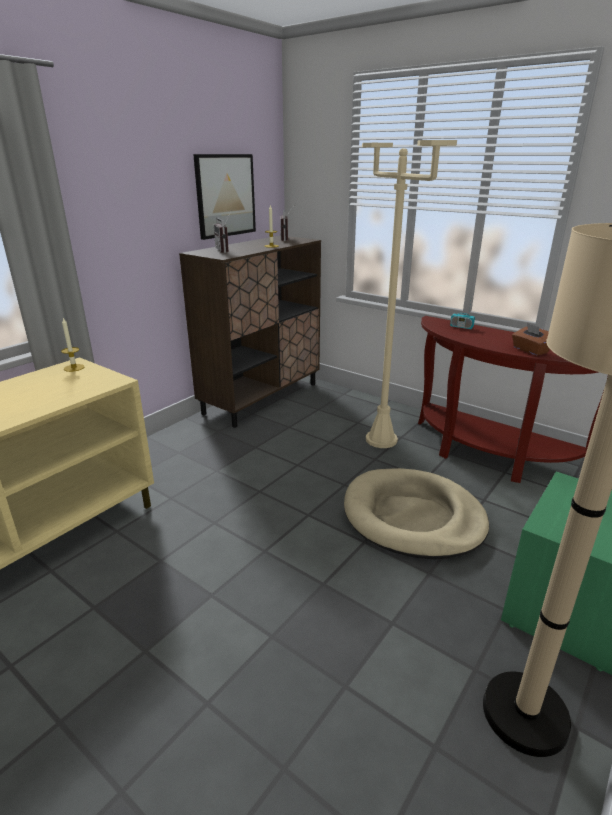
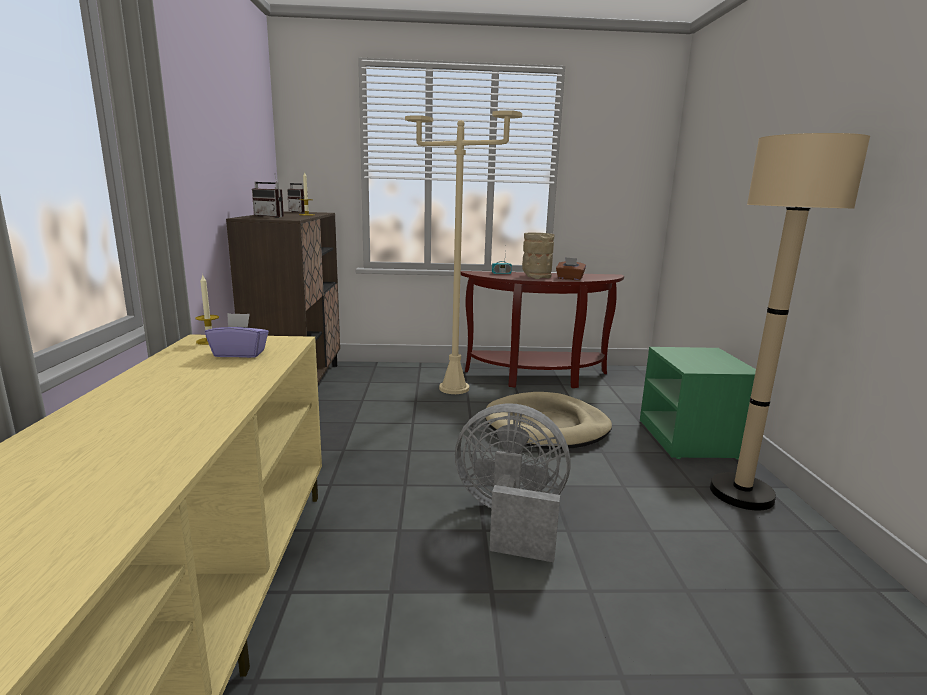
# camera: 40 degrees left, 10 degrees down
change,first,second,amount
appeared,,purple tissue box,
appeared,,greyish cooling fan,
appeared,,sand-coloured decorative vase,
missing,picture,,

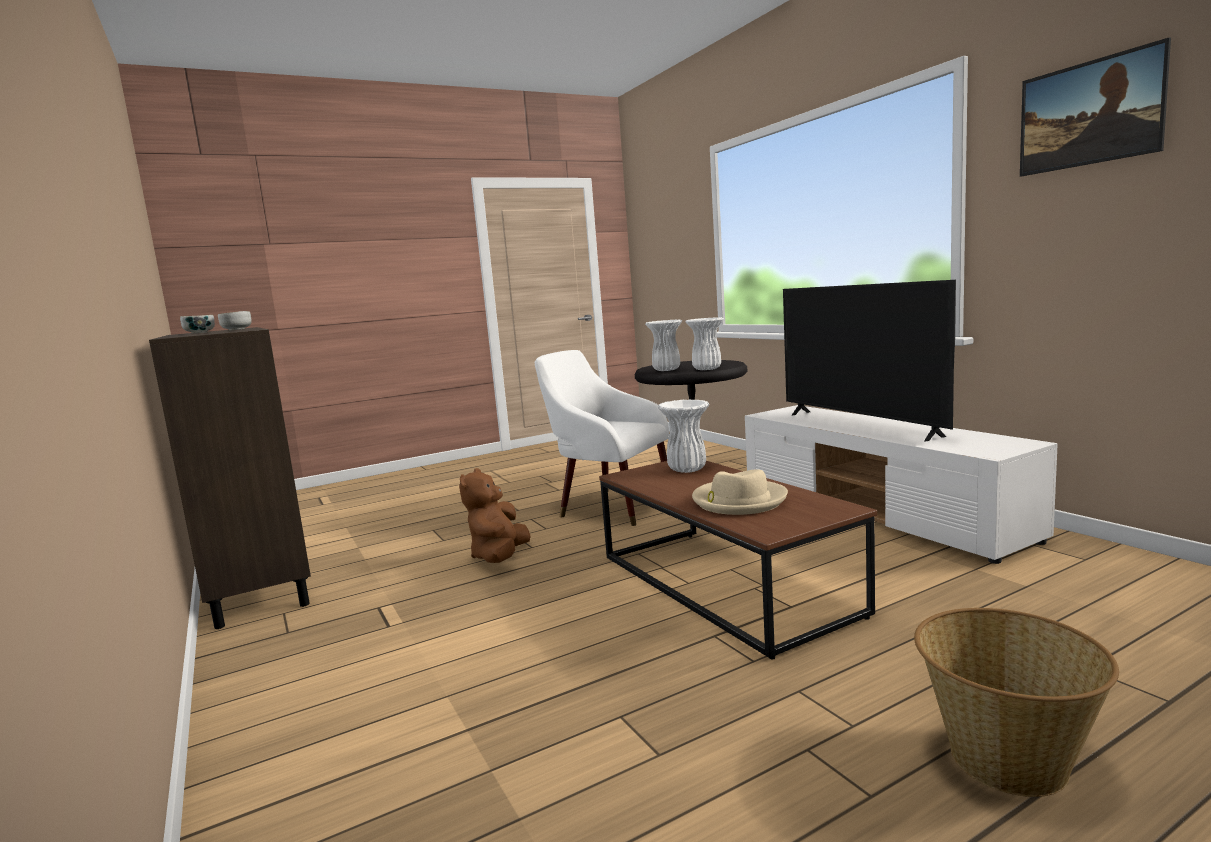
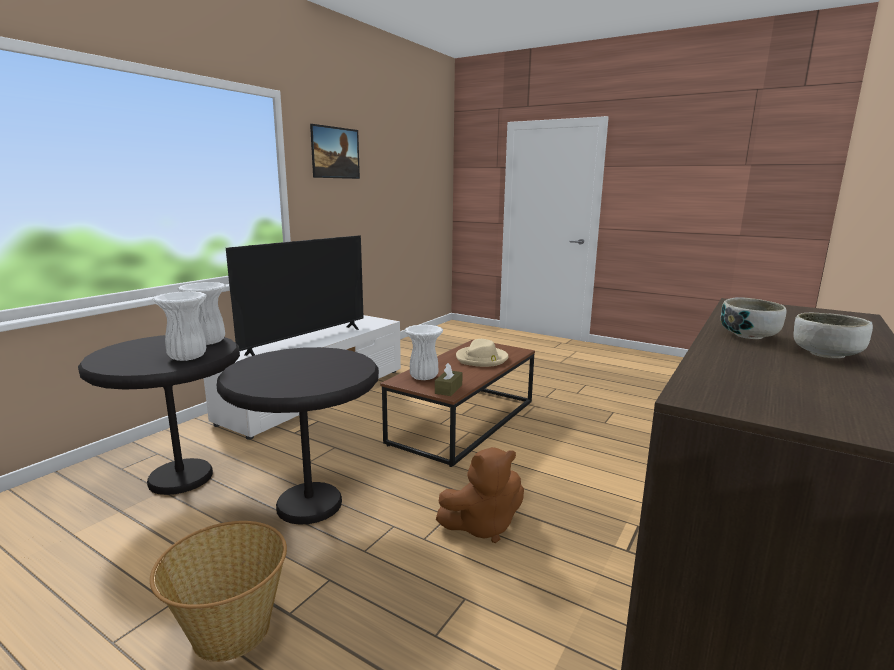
# camera: 120 degrees left, 5 degrees up
change,first,second,amount
relocated,household basket,,
exchanged,whitish lounge chair,black accent table (no. 2 from left),
appeared,,brown tissue box,

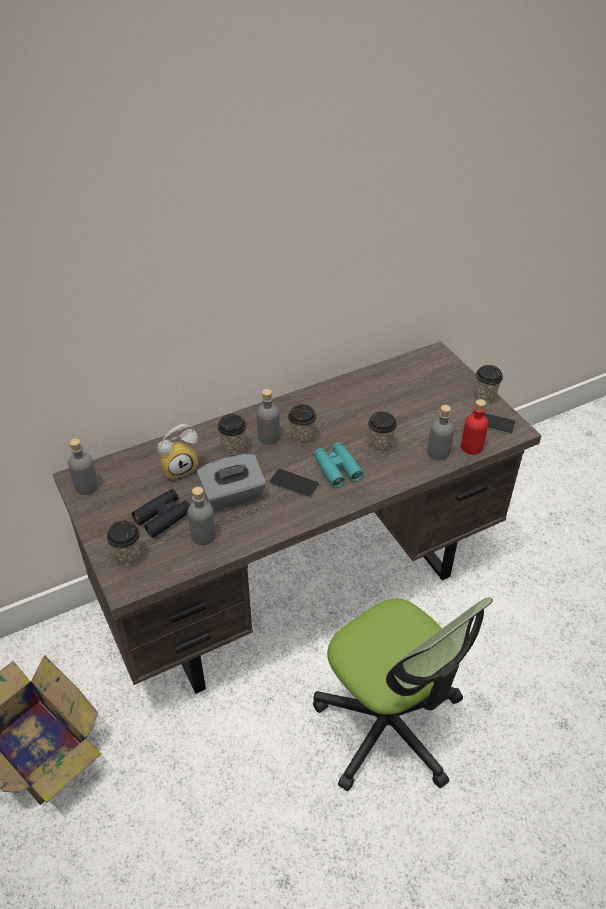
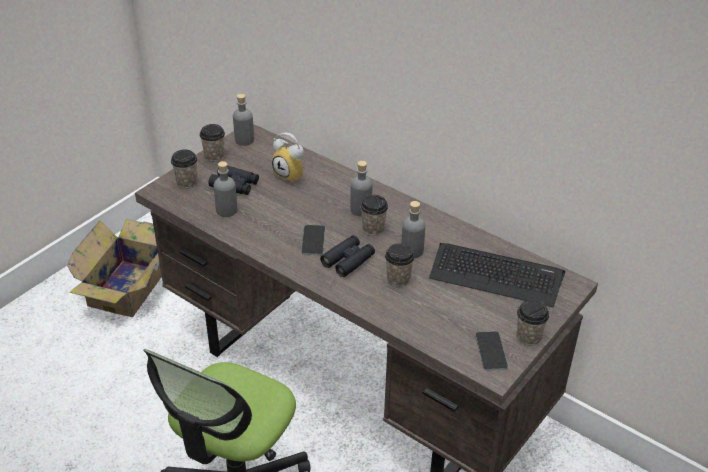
# camera: 65 degrees right, 5 degrees down
change,first,second,amount
relocated,cup (no. 2 from left),,
colour,blue-green binoculars,black binoculars (no. 2 from left),
relocated,greyish bottle (no. 4 from left),,
appeared,,computer keyboard,
missing,greyish tissue box,,
missing,red bottle,,

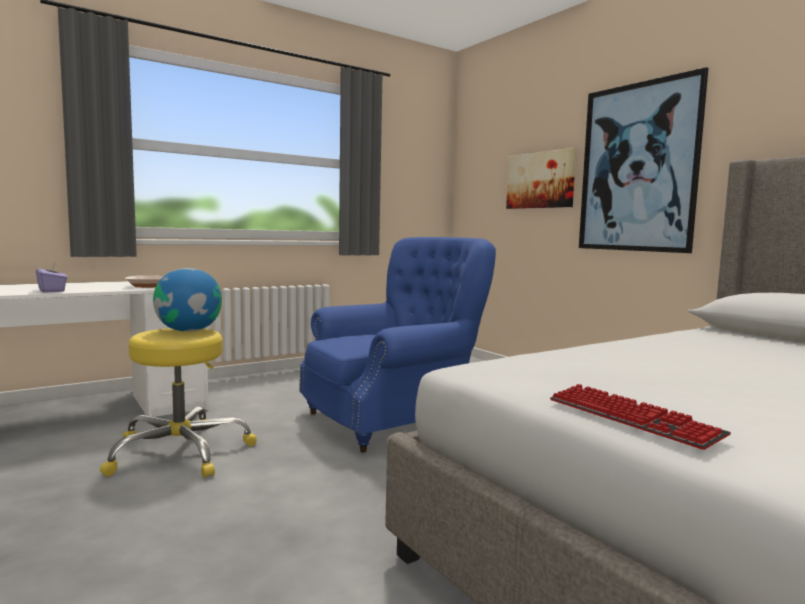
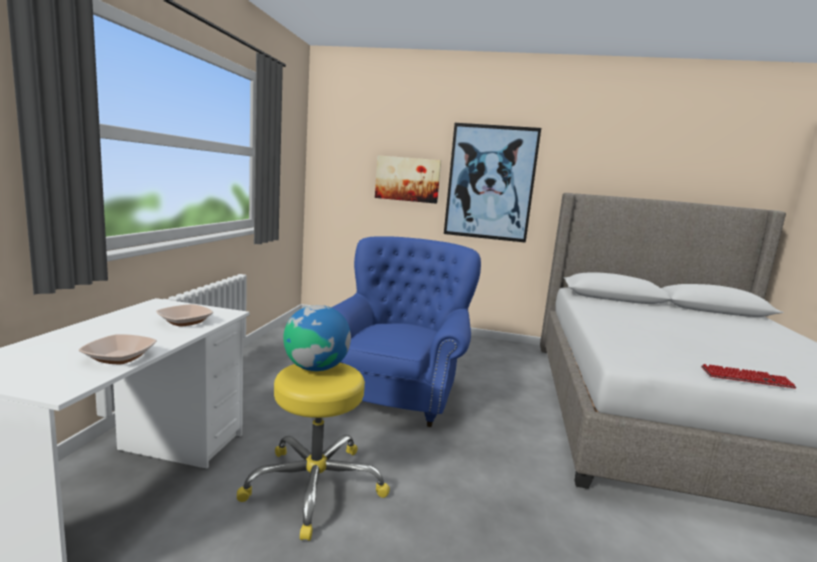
# camera: 45 degrees left, 5 degrees up
change,first,second,amount
exchanged,purple tissue box,serving bowl (no. 1 from left),

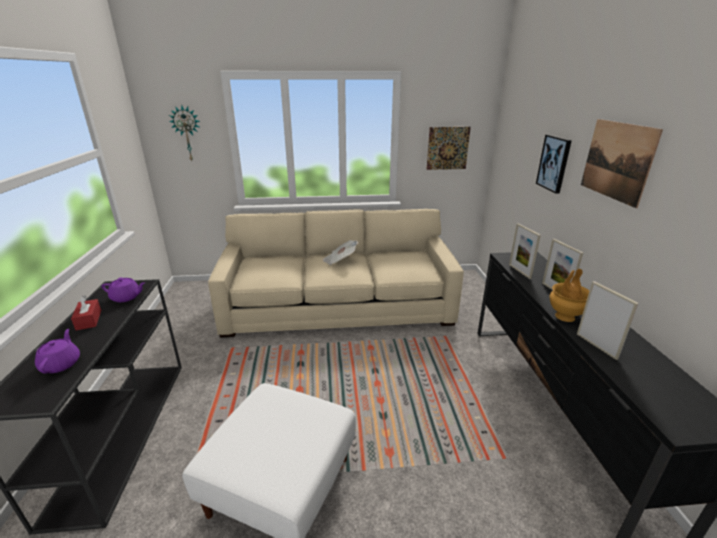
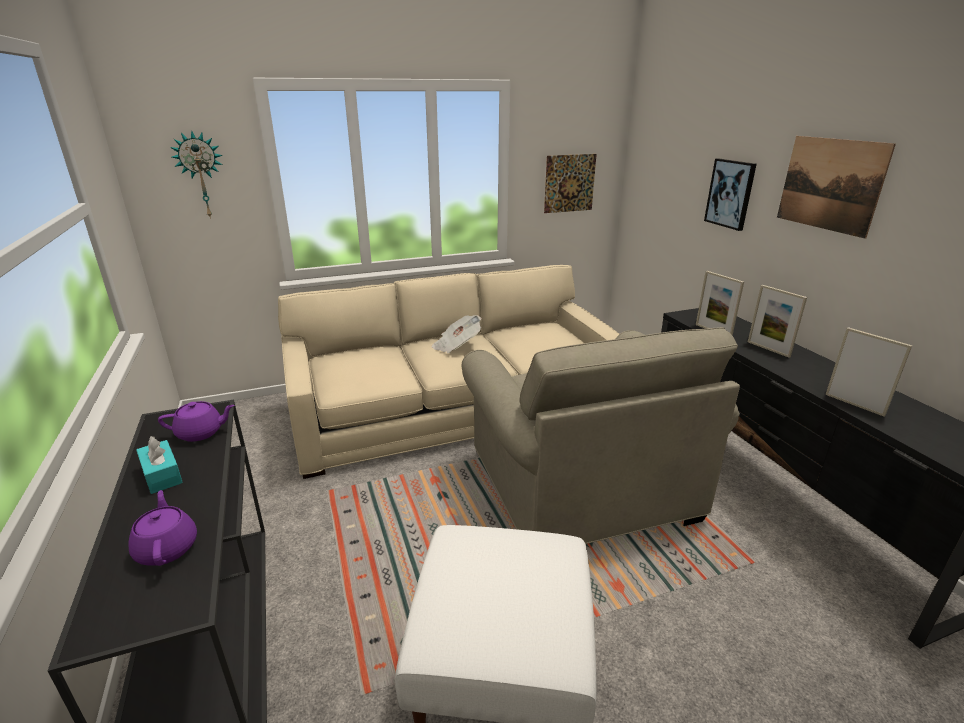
# camera: 15 degrees left, 0 degrees up
change,first,second,amount
colour,red tissue box,blue-green tissue box,
appeared,,sand-coloured lounge chair,
missing,brown decorative vase,,

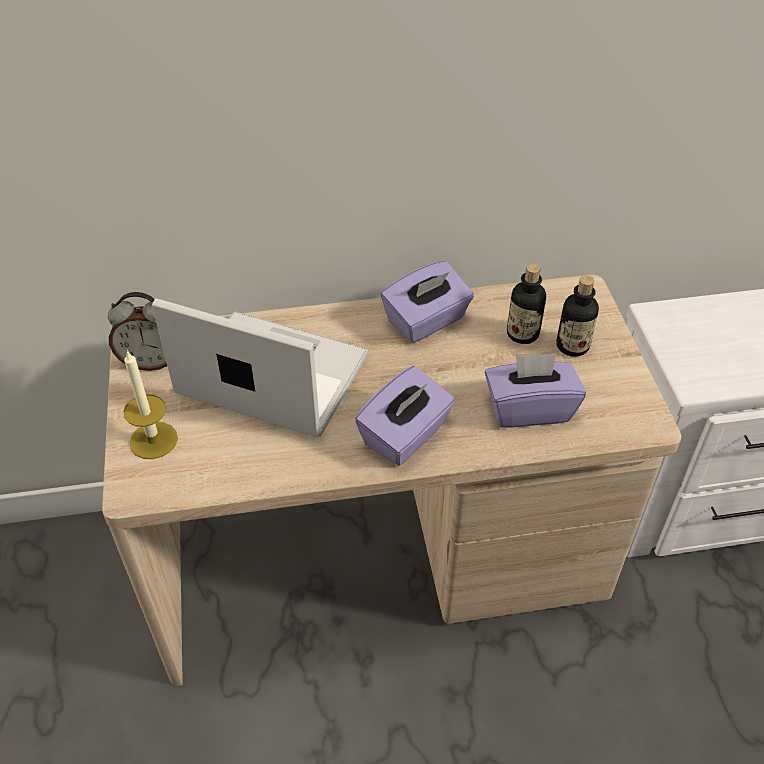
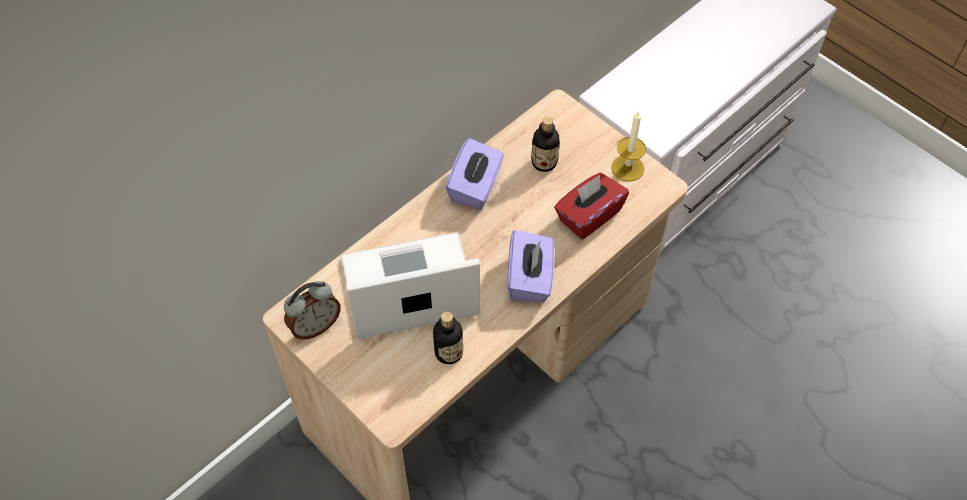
# camera: 35 degrees left, 10 degrees up
change,first,second,amount
relocated,bottle (no. 2 from left in the first image),bottle (no. 1 from left),
colour,purple tissue box (no. 3 from left),red tissue box,
relocated,wax candle,,

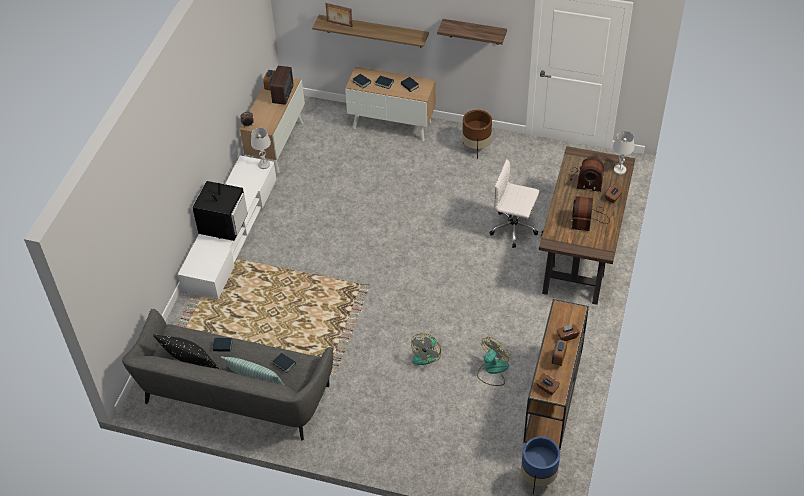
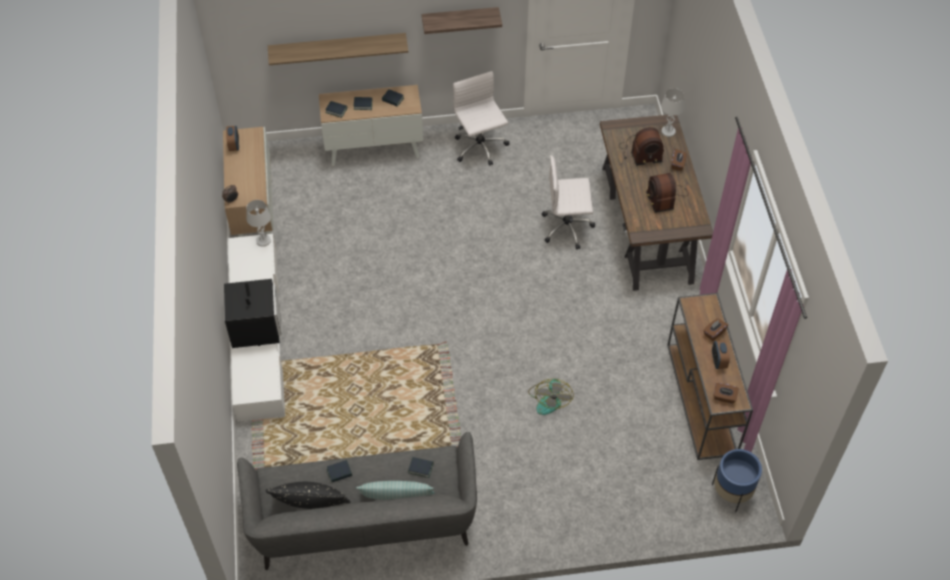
# camera: 25 degrees left, 5 degrees up
change,first,second,amount
exchanged,brown flower pot,whitish computer chair (no. 1 from left),
missing,radio (no. 1 from left),,
missing,picture frame,,
missing,cooling fan (no. 2 from left),,

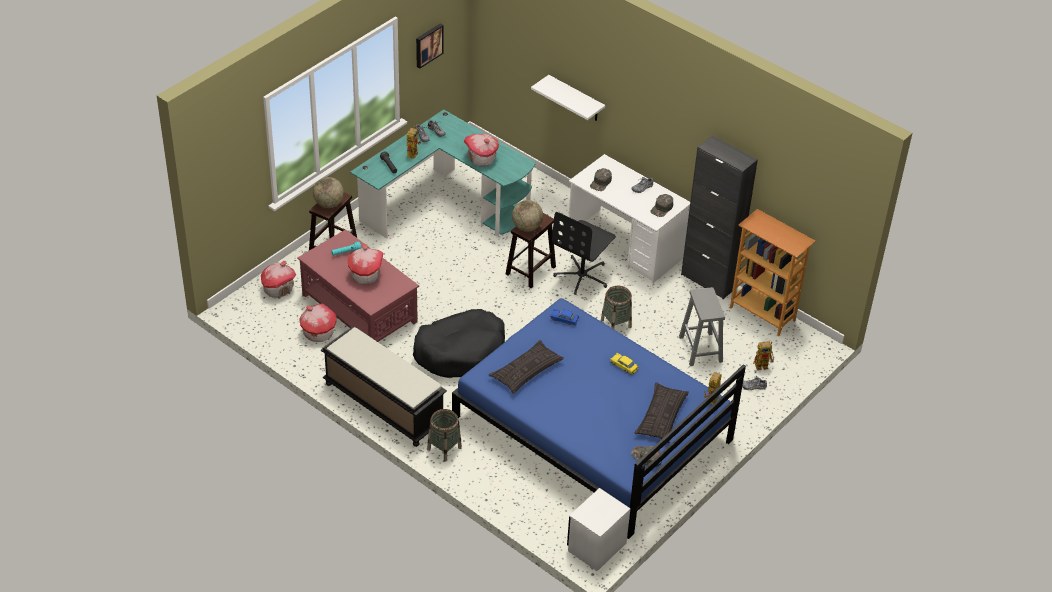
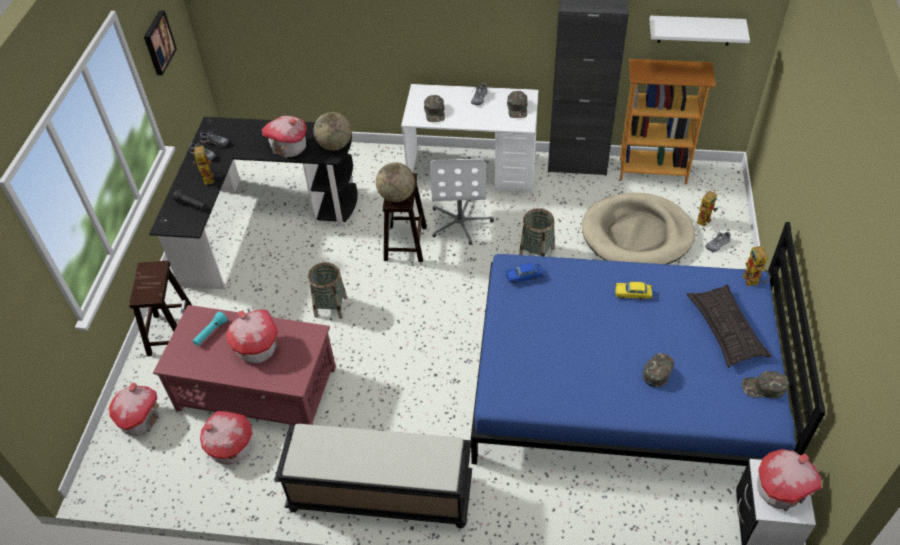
# camera: 30 degrees left, 5 degrees up
change,first,second,amount
colour,blue-green desk table,black desk table,
relocated,household basket (no. 1 from left),,
relocated,globe (no. 1 from left),,
colour,black computer chair,whitish computer chair,
exchanged,greyish sitting stool,sand-coloured dog bed,
appeared,,green cap (no. 3 from left),
relocated,whitish shelf,,
appeared,,toy house (no. 5 from left),
missing,black dog bed,,
missing,pillow (no. 1 from left),,

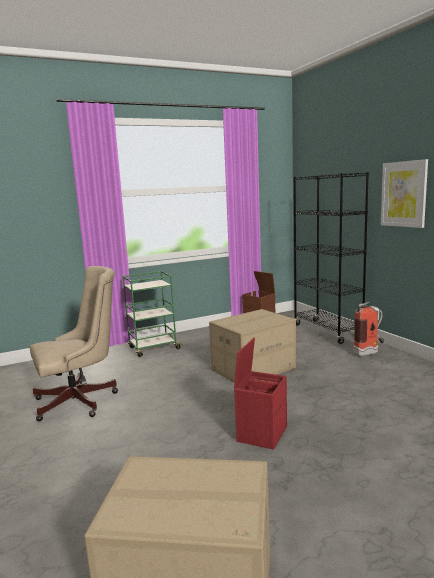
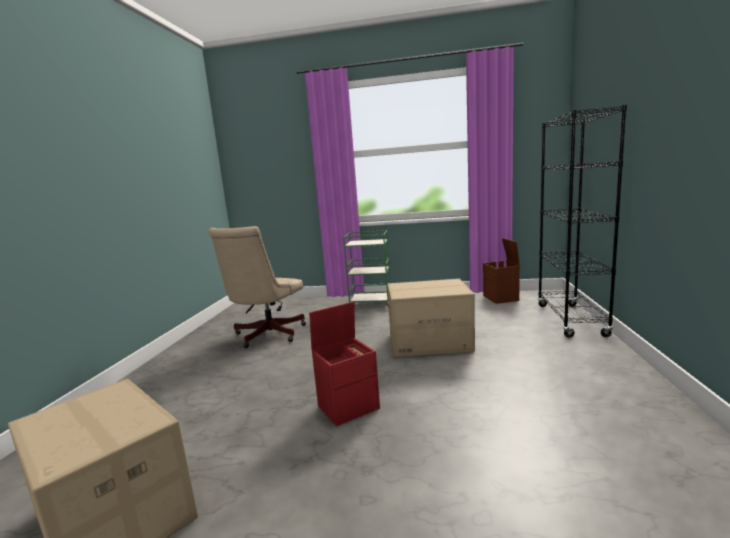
# camera: 35 degrees right, 0 degrees up
change,first,second,amount
spun,sand-coloured computer chair,,105 degrees clockwise
missing,fire-fighting cylinder,,
missing,picture,,

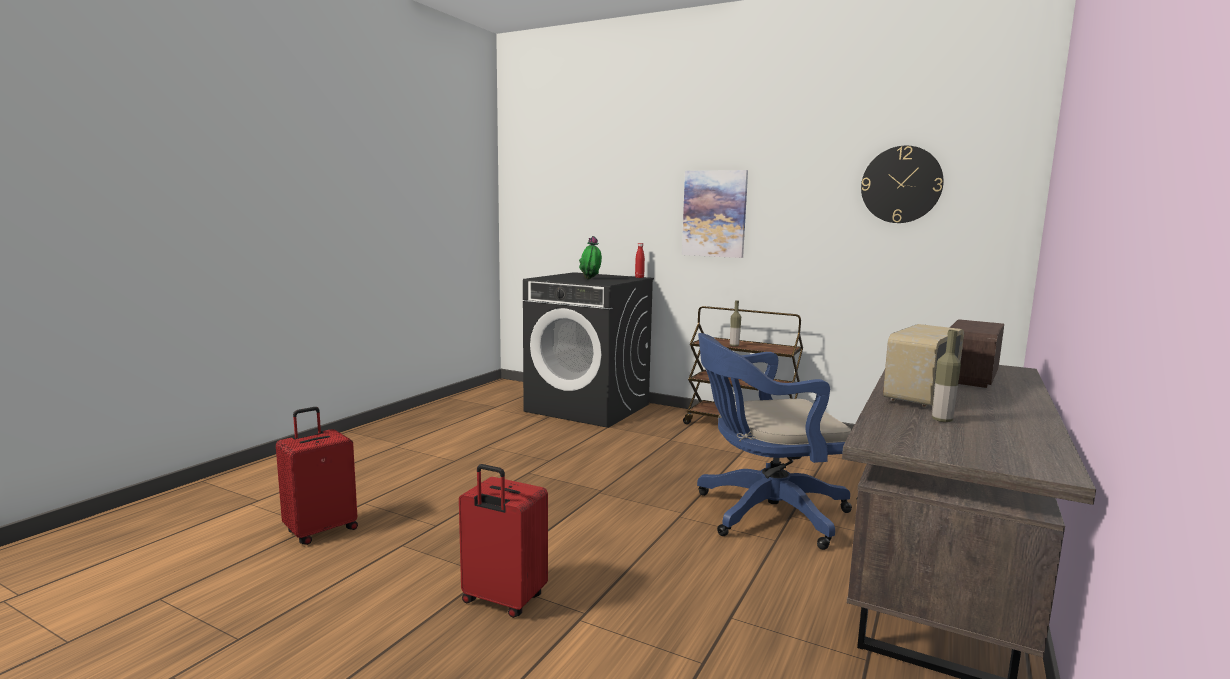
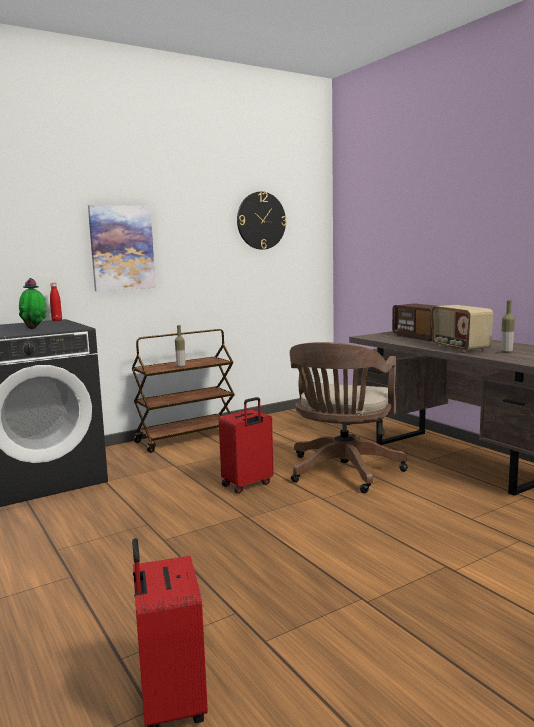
# camera: 60 degrees left, 0 degrees up
change,first,second,amount
relocated,red suitcase (no. 2 from left),,
colour,blue computer chair,brown computer chair,

